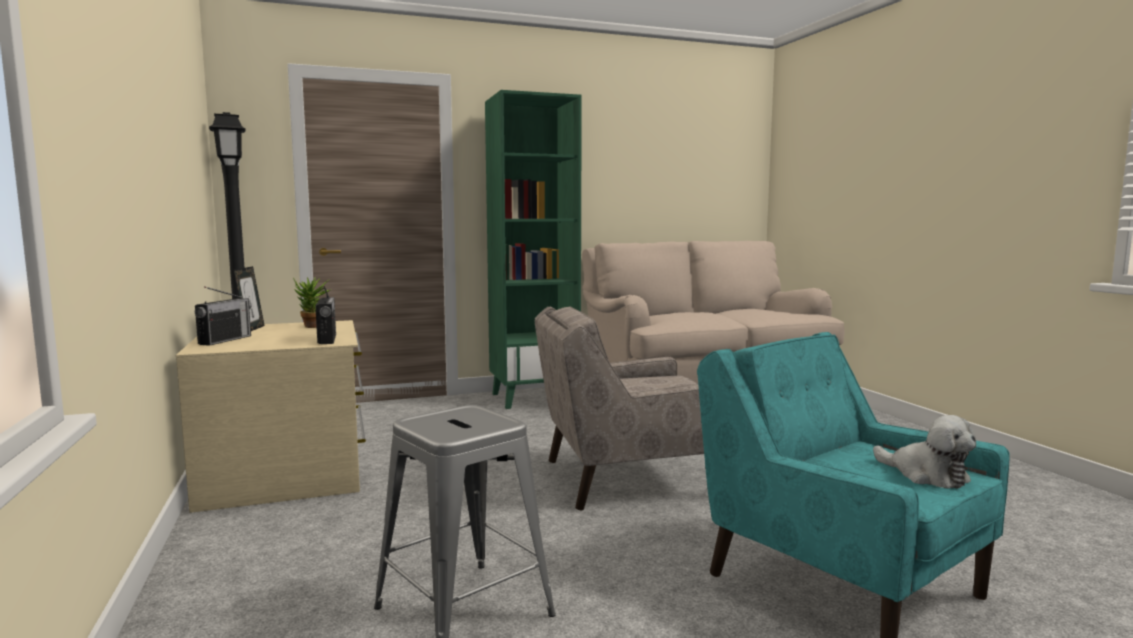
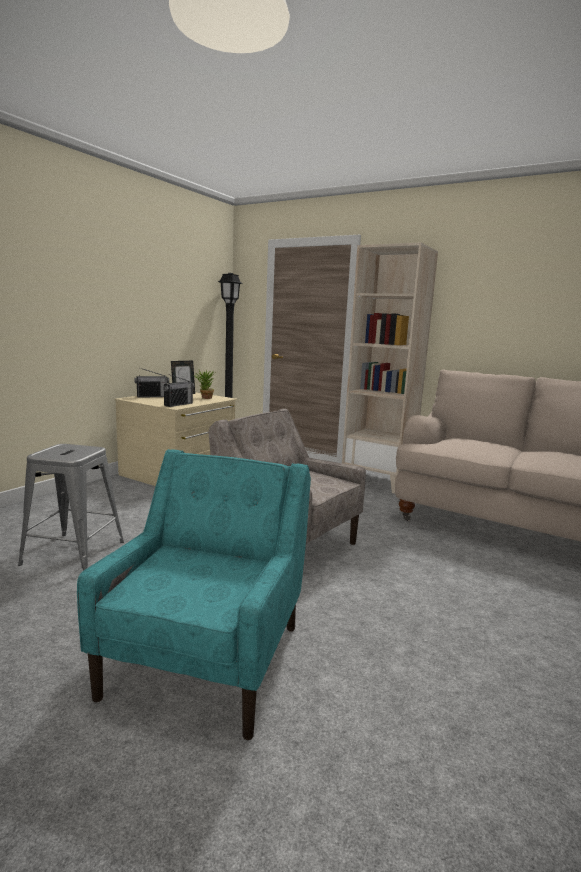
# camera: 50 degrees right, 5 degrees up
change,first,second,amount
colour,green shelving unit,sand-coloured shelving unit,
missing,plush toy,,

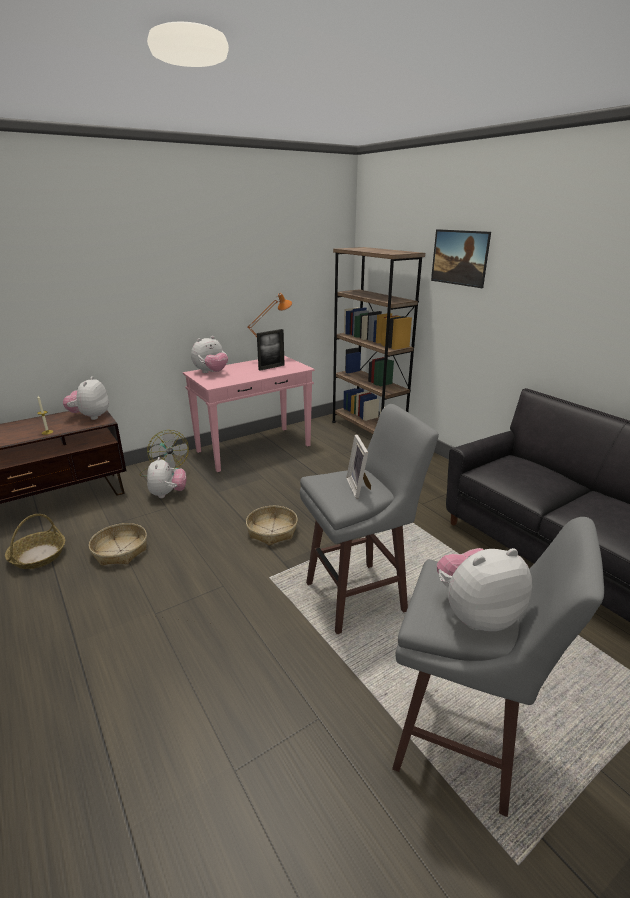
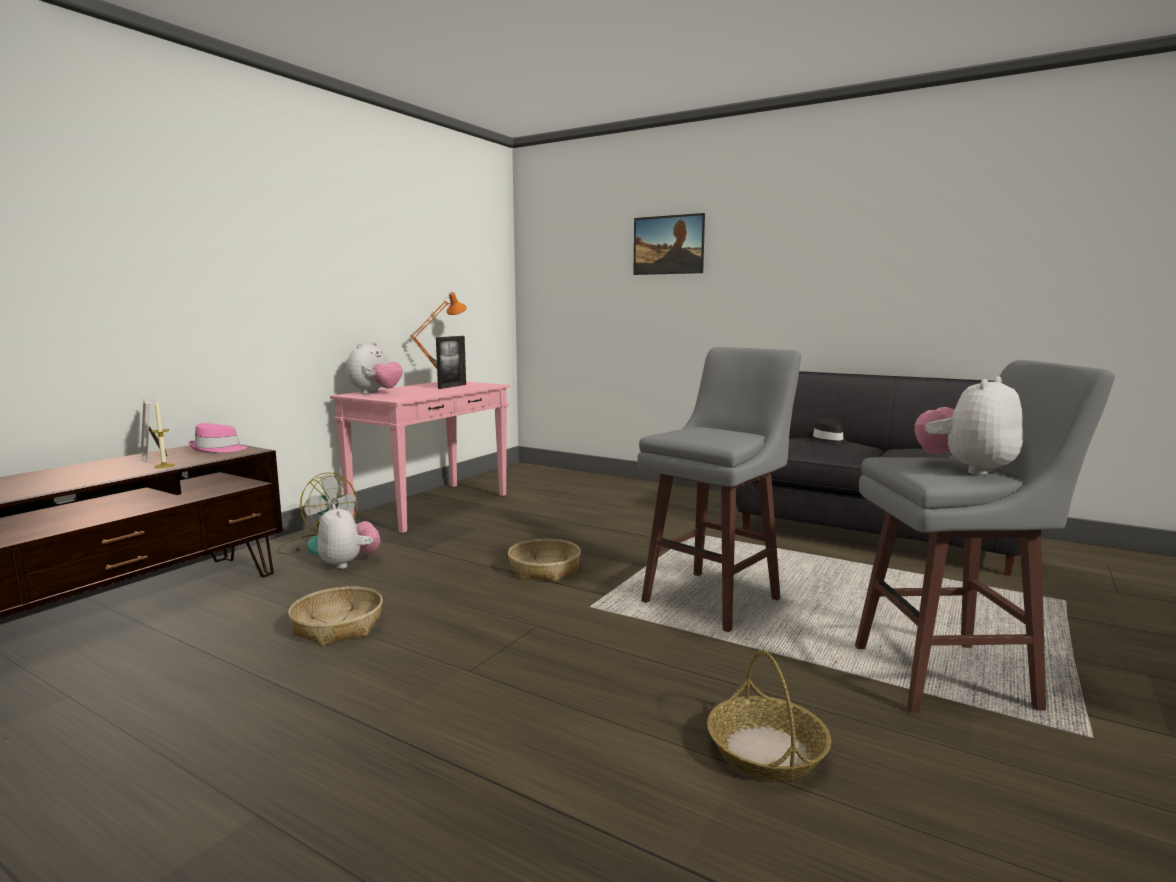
# camera: 25 degrees left, 15 degrees down
change,first,second,amount
relocated,picture frame (no. 2 from left in the first image),picture frame (no. 1 from left),
exchanged,plush toy (no. 1 from left),pink clothing hat,
relocated,household basket (no. 1 from left in the first image),household basket (no. 3 from left),
appeared,,black clothing hat,
missing,brown shelving unit,,

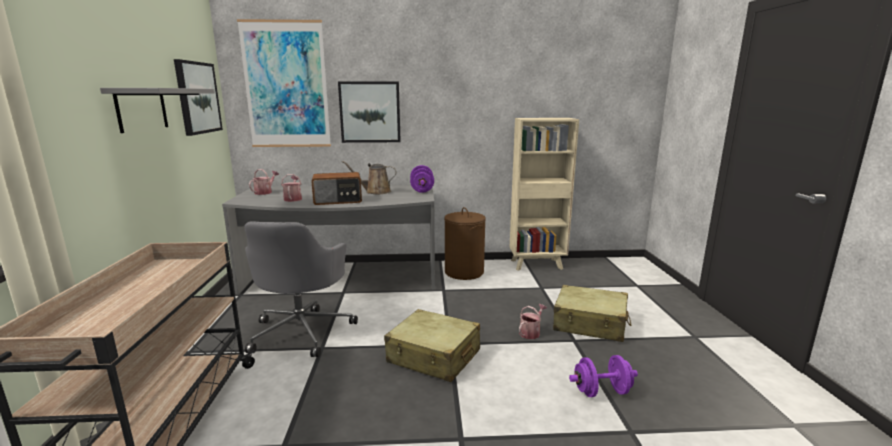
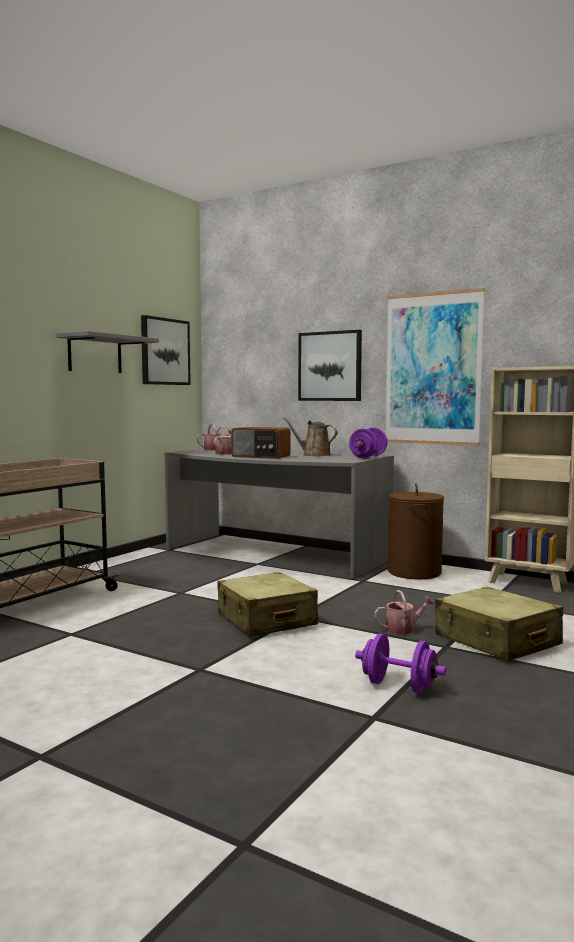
# camera: 35 degrees right, 10 degrees down
change,first,second,amount
relocated,picture (no. 2 from left in the first image),picture (no. 3 from left),
missing,greyish computer chair,,

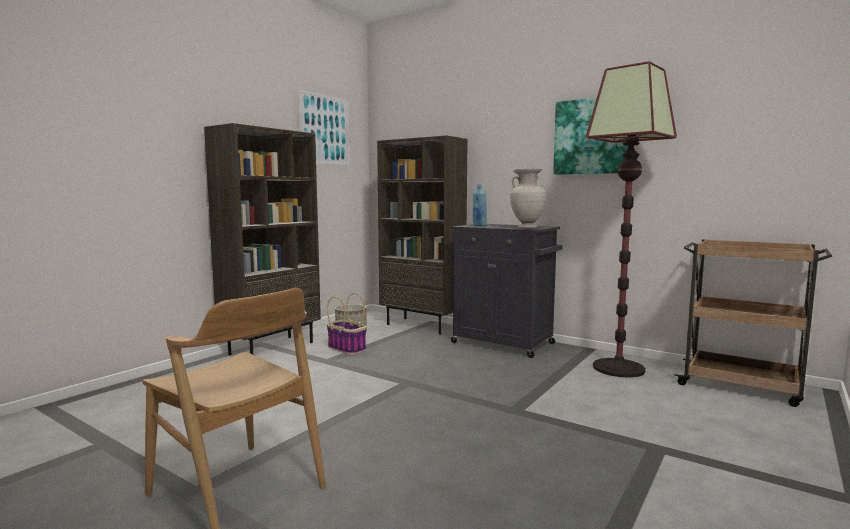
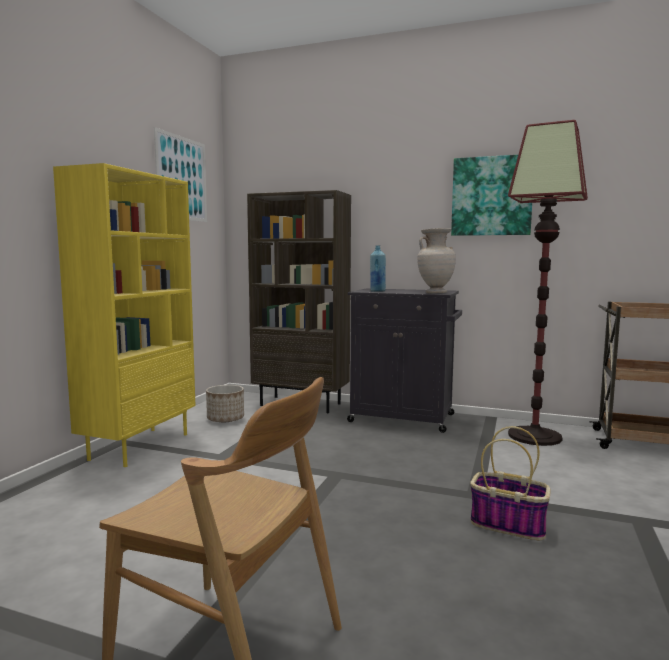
# camera: 15 degrees left, 0 degrees up
change,first,second,amount
colour,brown shelving unit (no. 1 from left),yellowish shelving unit,
relocated,household basket,,

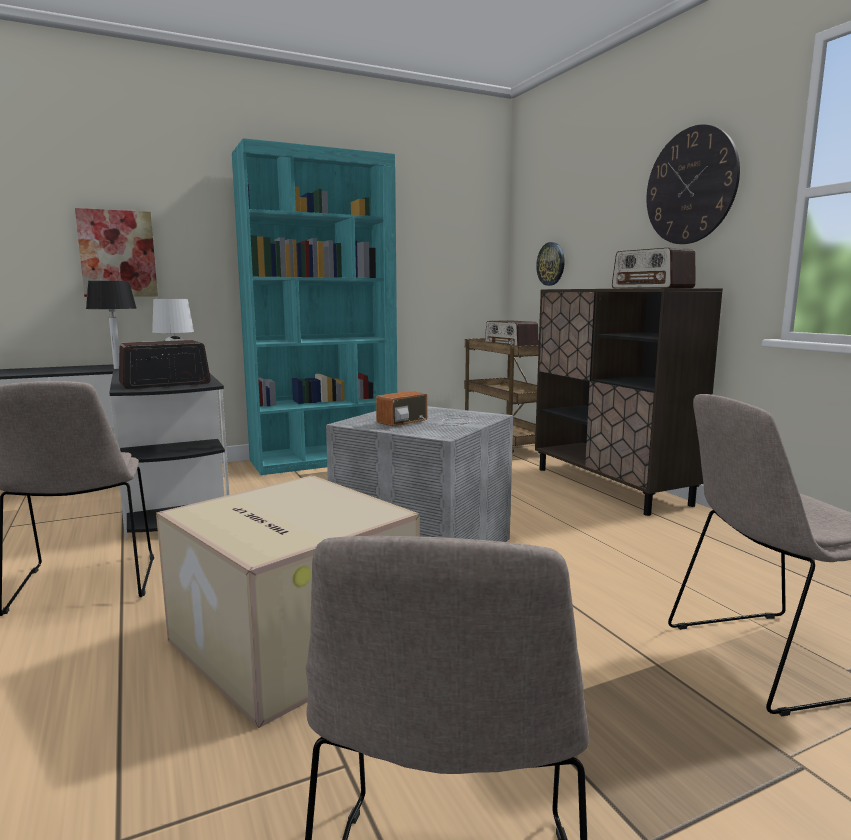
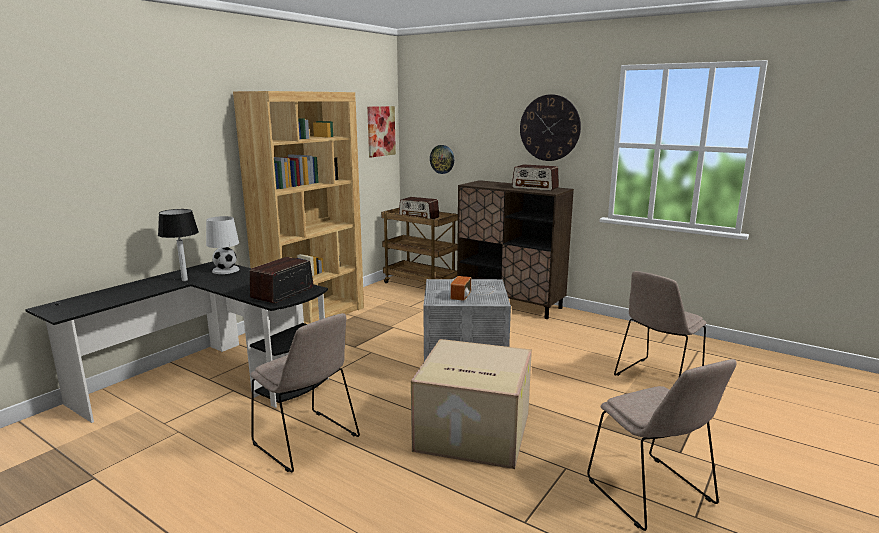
# camera: 30 degrees left, 5 degrees up
change,first,second,amount
colour,blue-green shelving unit,brown shelving unit,
relocated,picture,,

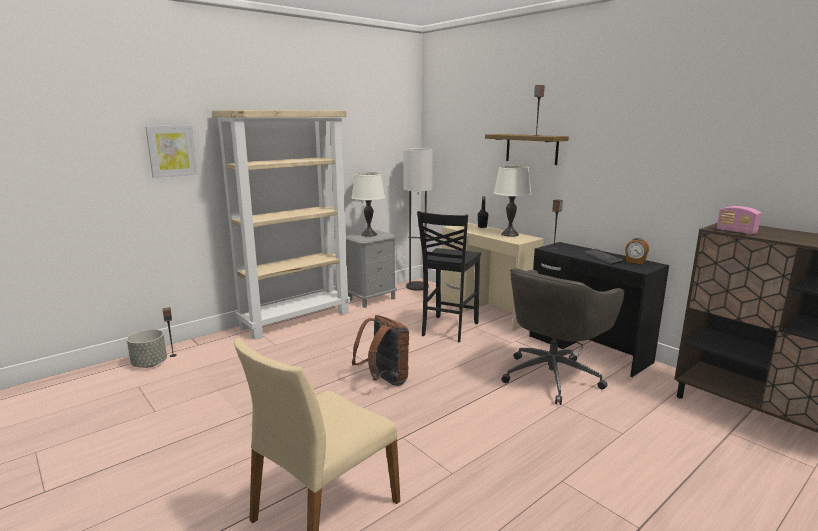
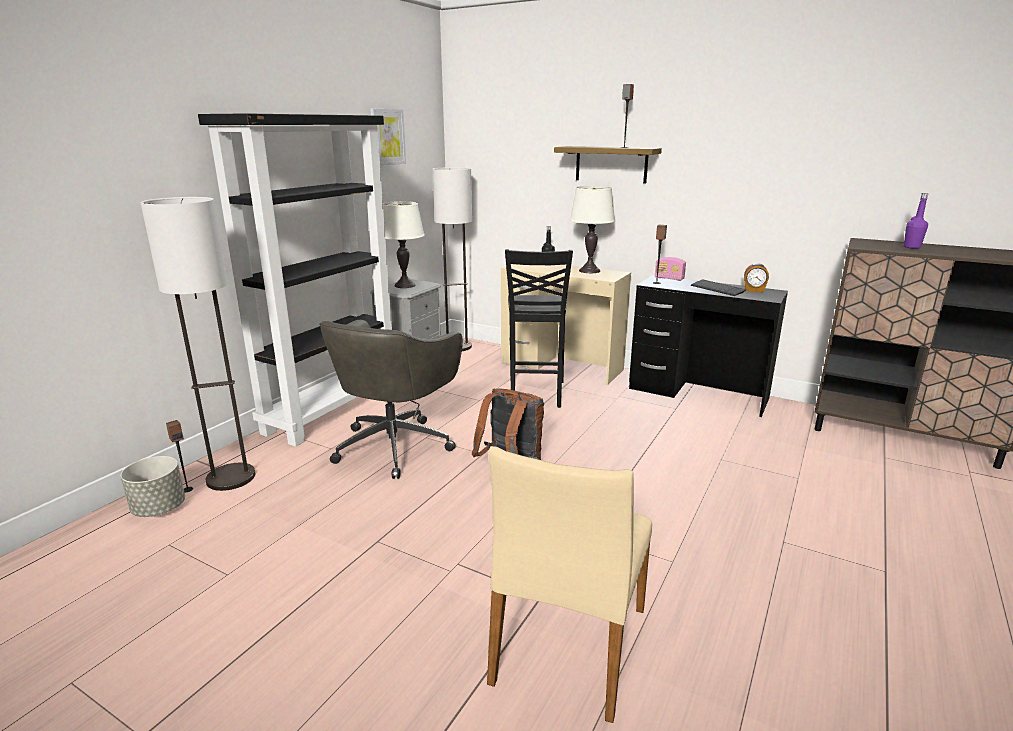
# camera: 20 degrees left, 5 degrees up
change,first,second,amount
appeared,,floor lamp (no. 1 from left),
colour,sand-coloured shelving unit,black shelving unit,
relocated,greyish computer chair,,
relocated,picture,,
relocated,radio,,
appeared,,purple bottle,

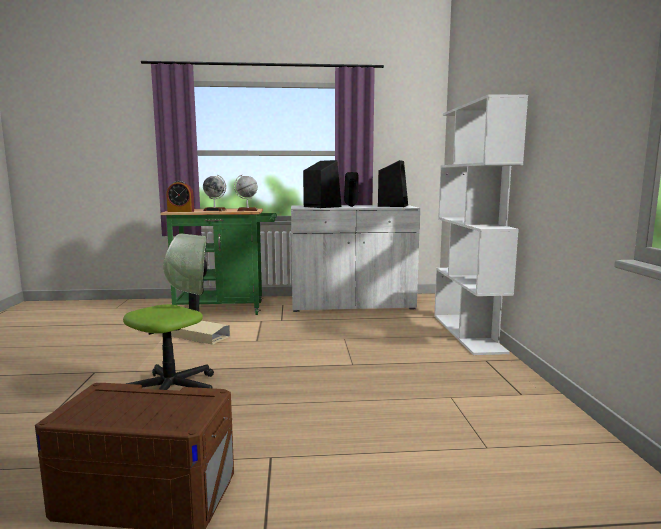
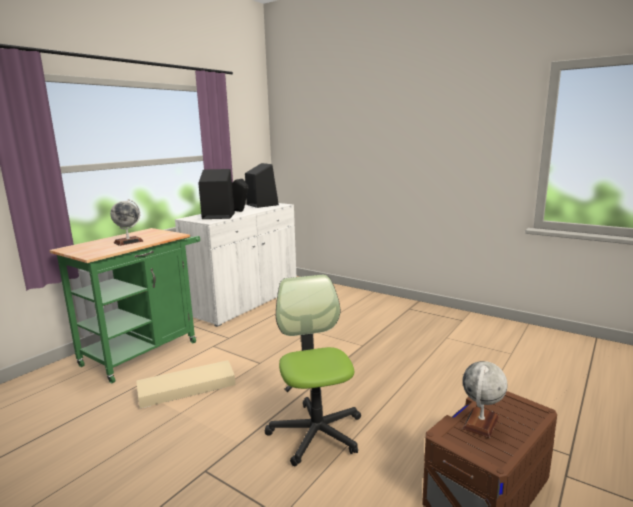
# camera: 50 degrees left, 5 degrees up
change,first,second,amount
relocated,globe (no. 2 from left),,
missing,alarm clock,,
missing,whitish shelving unit,,

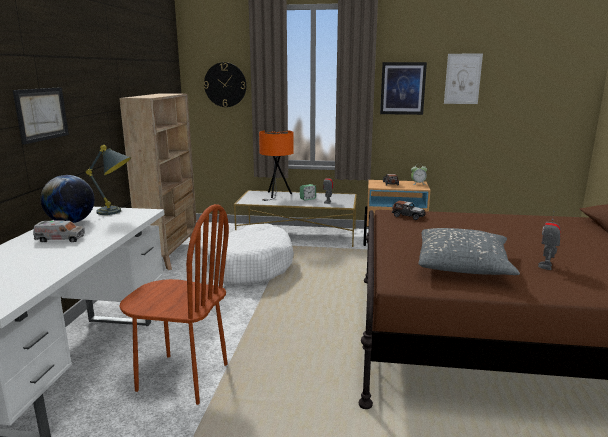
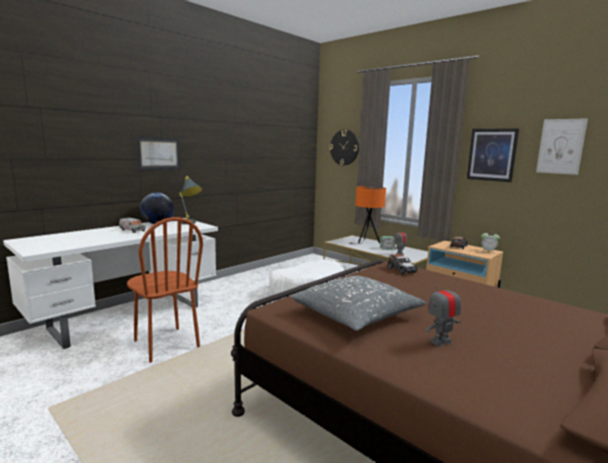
# camera: 35 degrees right, 5 degrees down
change,first,second,amount
missing,sand-coloured shelving unit,,

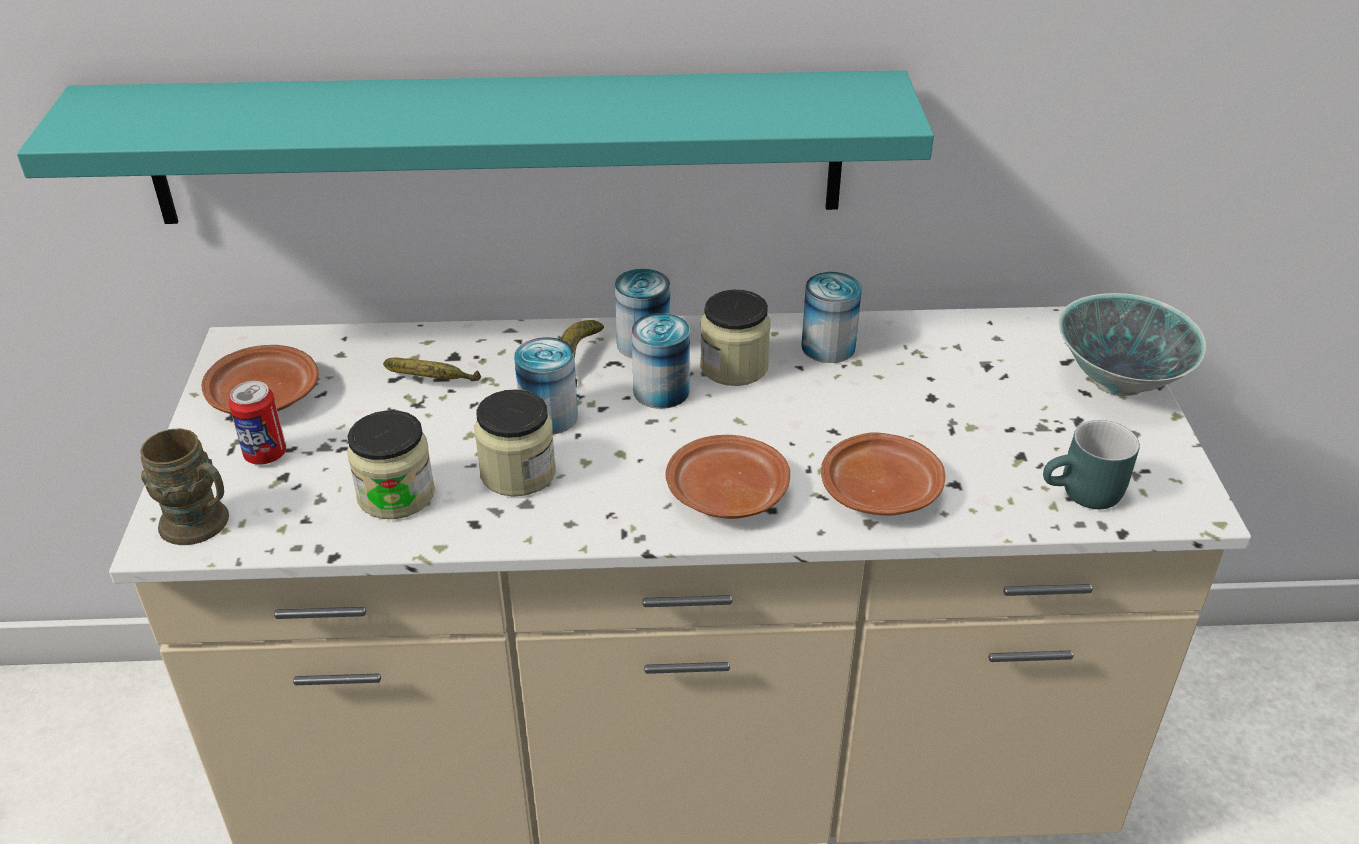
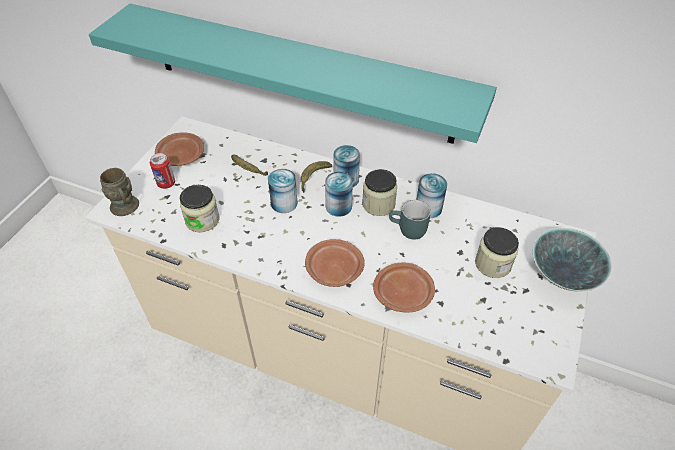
# camera: 25 degrees right, 10 degrees up
change,first,second,amount
relocated,blue-green coffee mug,,
relocated,jar (no. 2 from left in the first image),jar (no. 3 from left),

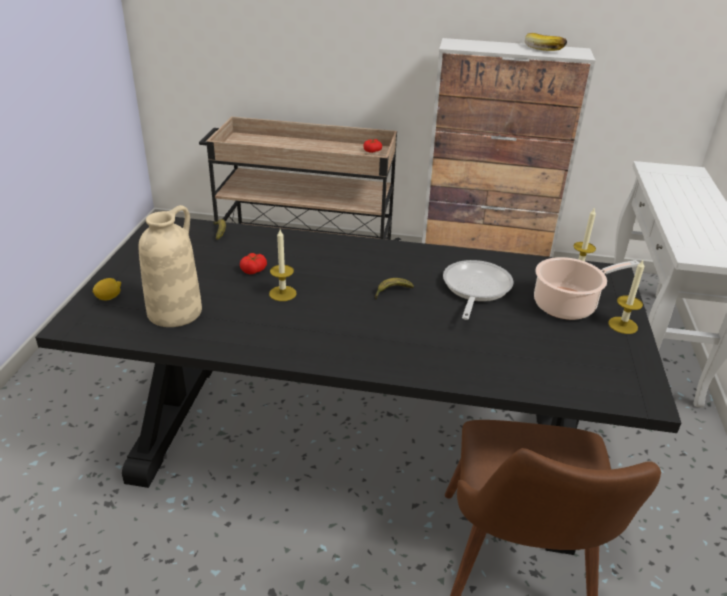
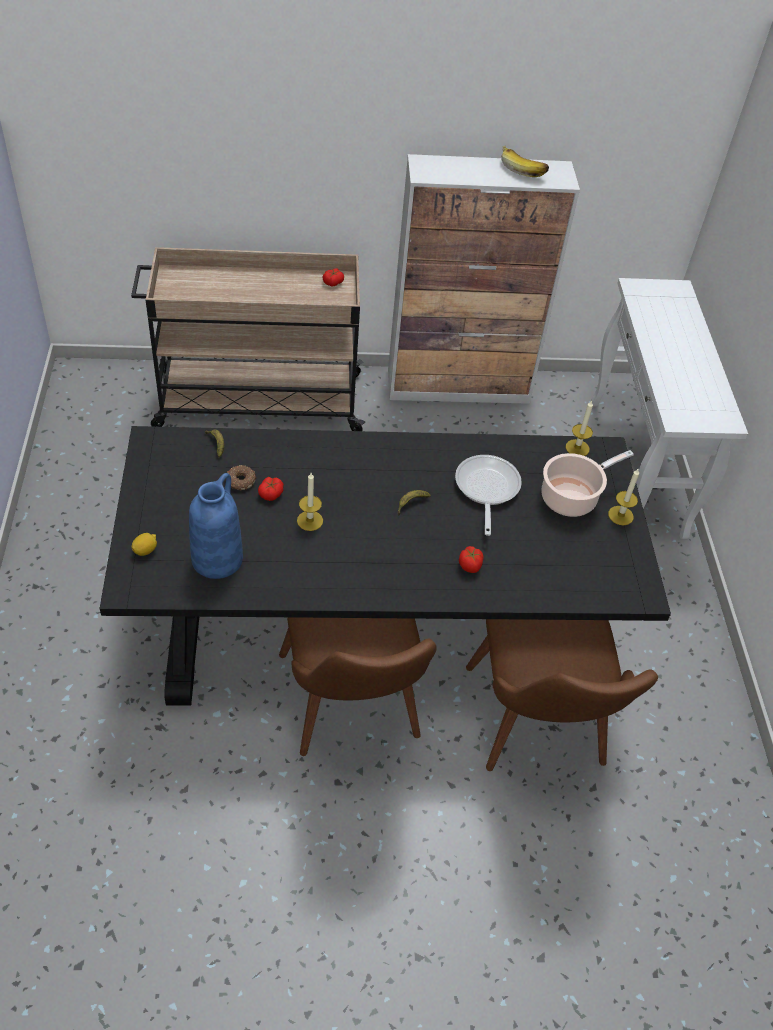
# camera: 15 degrees left, 15 degrees up
change,first,second,amount
colour,sand-coloured decorative vase,blue decorative vase,
appeared,,doughnut,
appeared,,brown plain chair (no. 1 from left),
appeared,,whole tomato (no. 3 from left),

